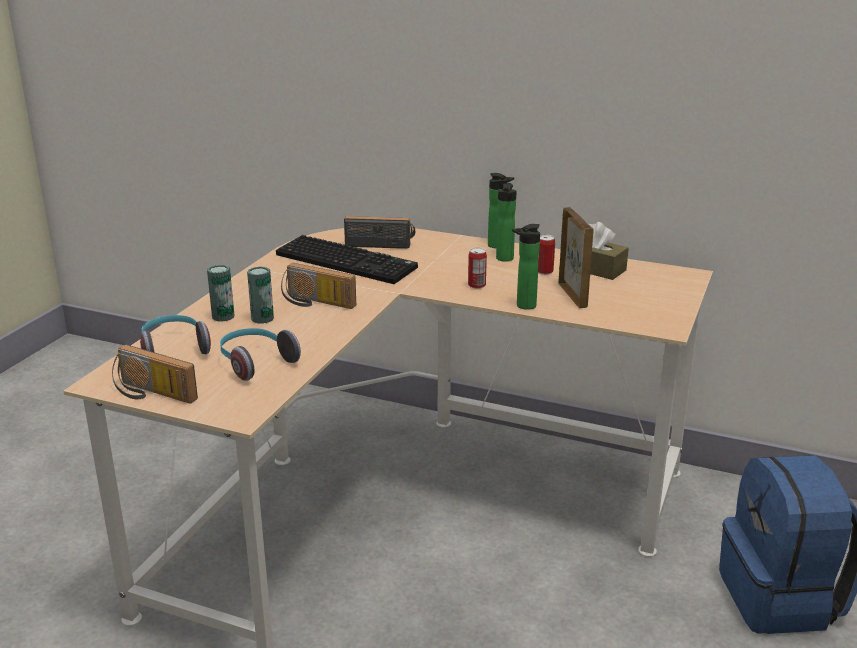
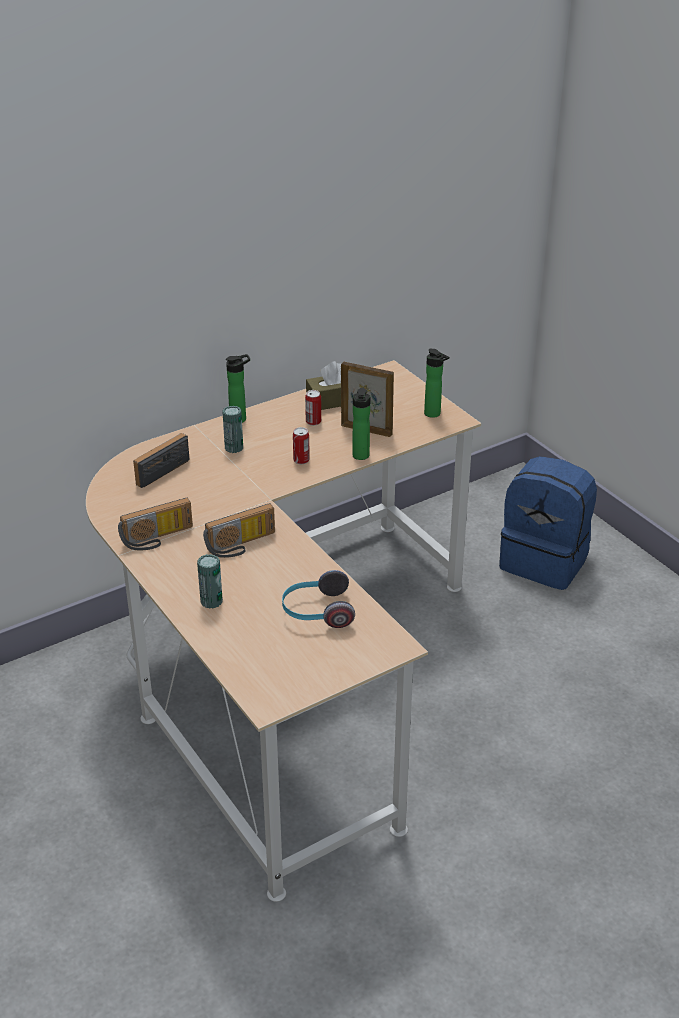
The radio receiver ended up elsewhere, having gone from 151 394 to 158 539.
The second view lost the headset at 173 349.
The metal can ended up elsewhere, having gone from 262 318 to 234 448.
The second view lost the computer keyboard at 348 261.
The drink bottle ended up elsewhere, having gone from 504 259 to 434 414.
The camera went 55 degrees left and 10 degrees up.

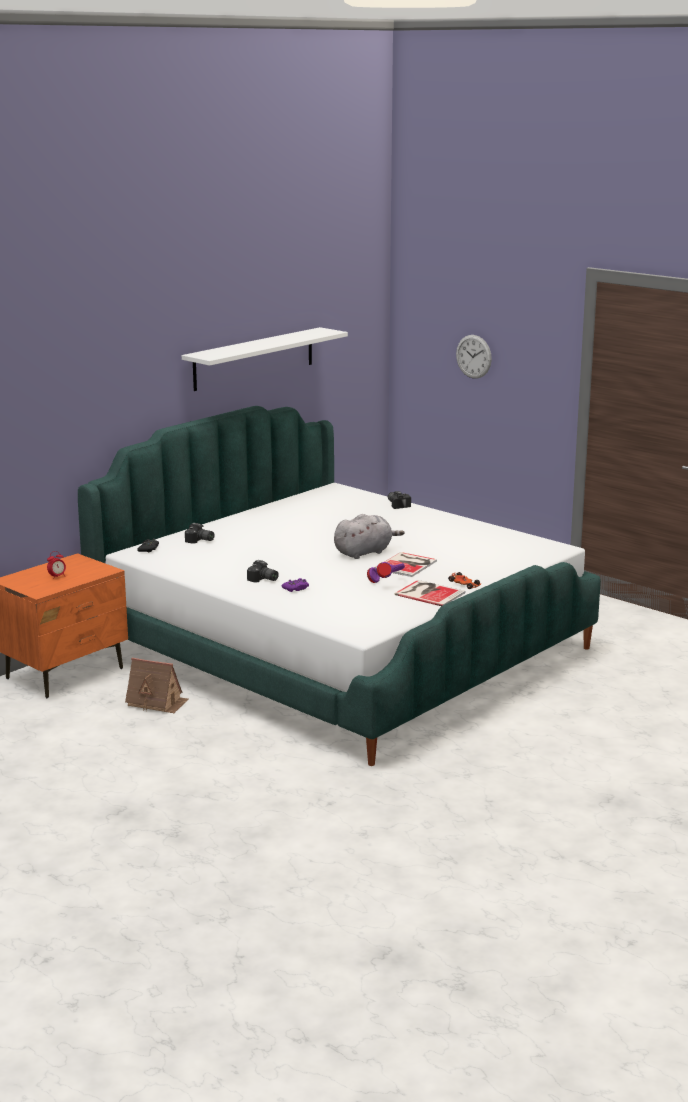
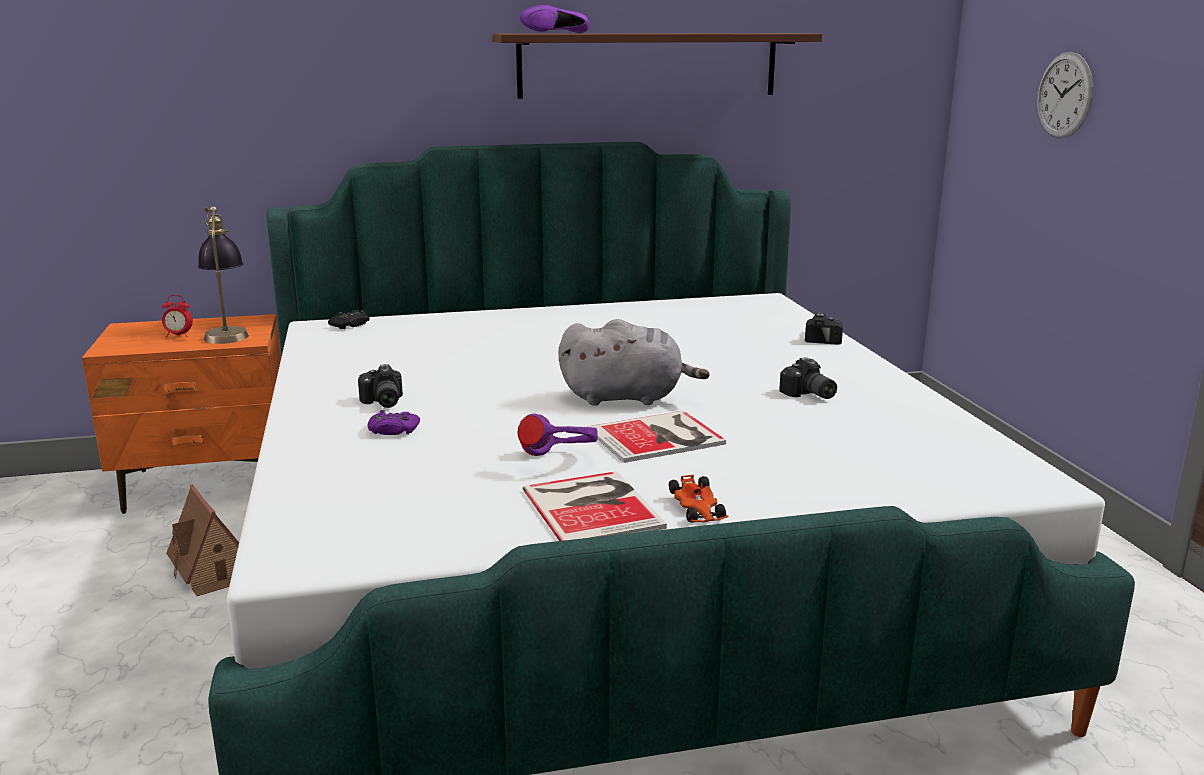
What was the shelf (whitish) at 254 358 turned into the shelf (brown-coloured) at 648 65.
The photo camera ended up elsewhere, having gone from 199 541 to 808 395.
The second view gained the tabletop lamp at 227 332.
The second view gained the low shoe (purplish) at 556 33.
The camera went 35 degrees right and 0 degrees up.

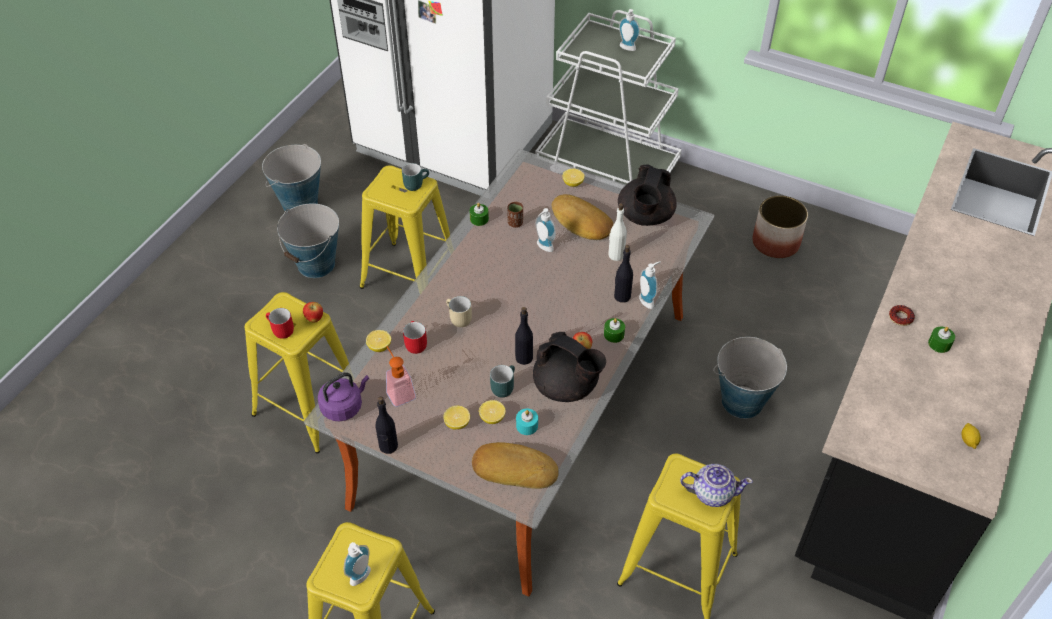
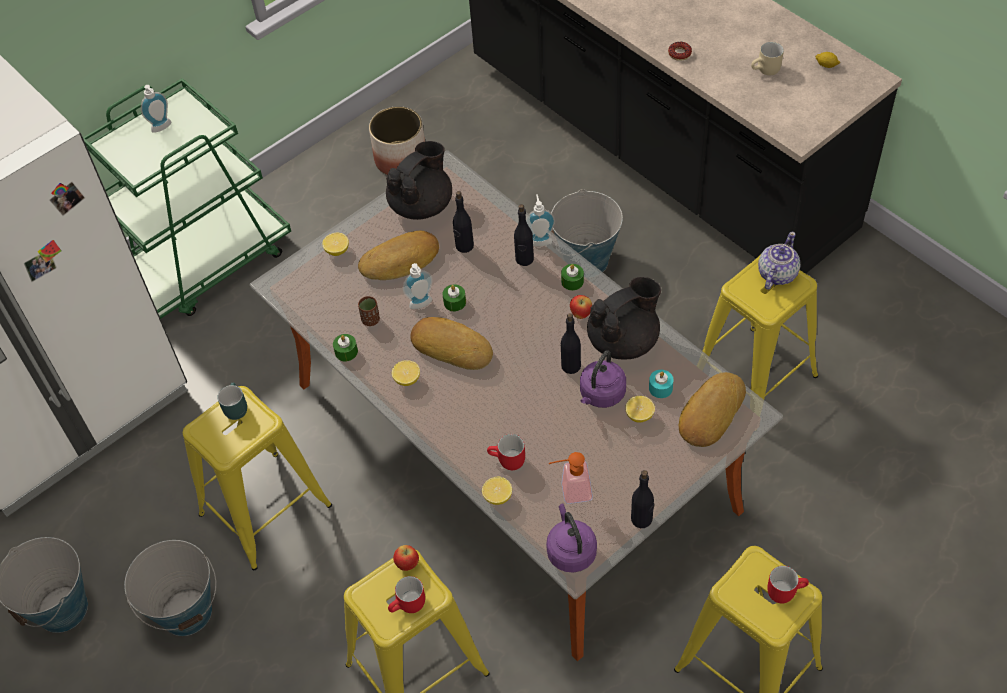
Where the soap bottle stood at 362 578, the coffee mug (reddish) came to stand at 784 590.
The citrus fruit ended up elsewhere, having gone from 457 423 to 407 379.
The coffee mug (beige) ended up elsewhere, having gone from 457 319 to 766 71.
Where the coffee mug (turquoise) stood at 502 386, the water kettle (purplish) came to stand at 601 395.
What was the cart (whitish) at 607 168 turned into the cart (green) at 206 262.
What was the drink bottle (whitish) at 616 255 turned into the drink bottle (black-coloured) at 464 246.
The pot for tea (black-coloured) at 645 217 ended up facing another way, 90 degrees counterclockwise from before.
The wax candle (green) ended up elsewhere, having gone from 939 344 to 454 302.
The second view gained the baked bread at 452 346.
The camera went 65 degrees left and 5 degrees up.

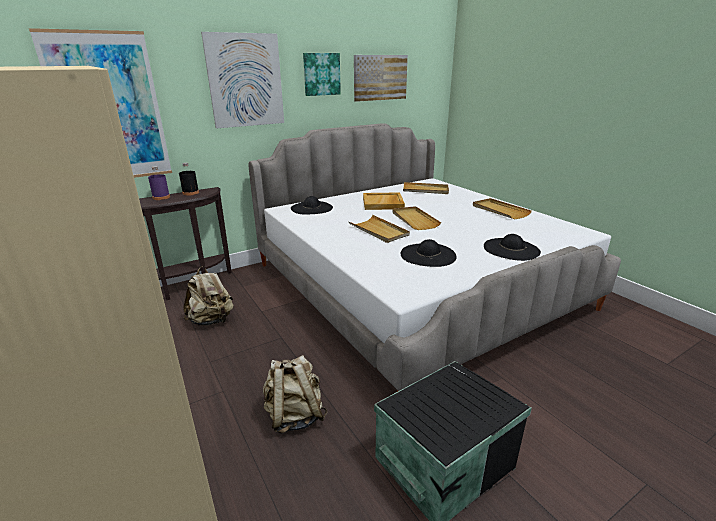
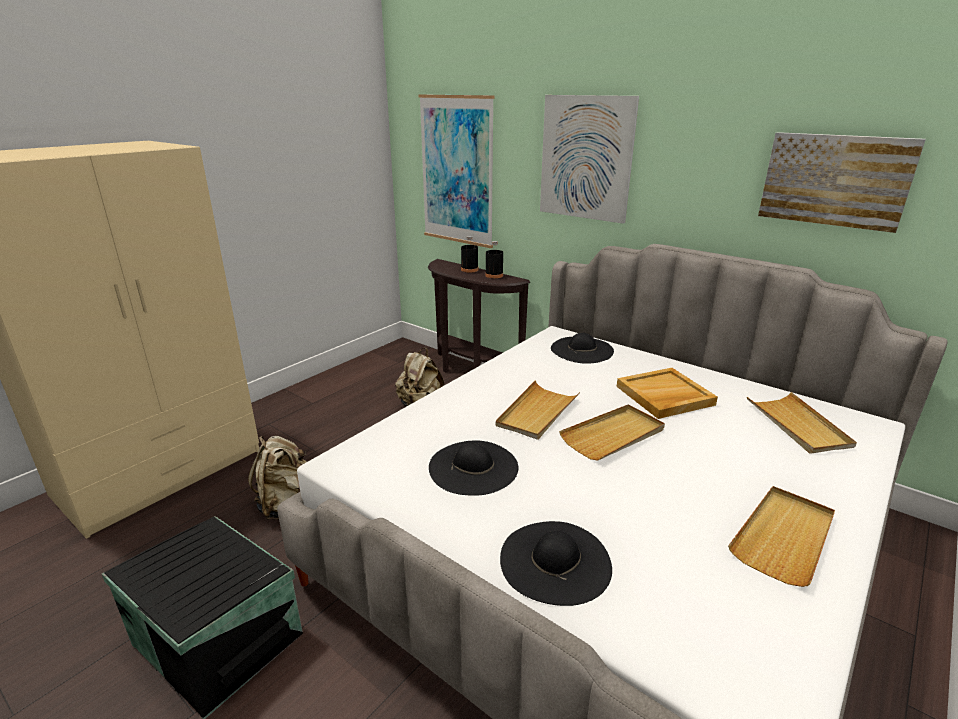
What was the drink bottle (purplish) at 161 197 turned into the drink bottle (black-coloured) at 469 269.
The second view lost the wall art at 321 74.
The camera went 70 degrees right and 0 degrees up.

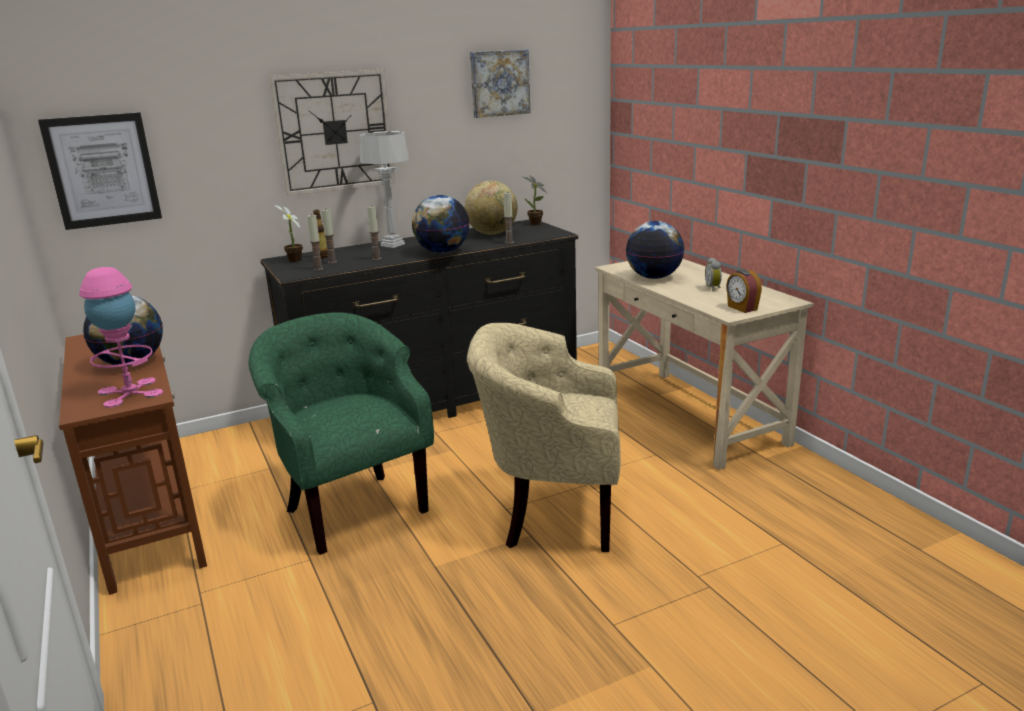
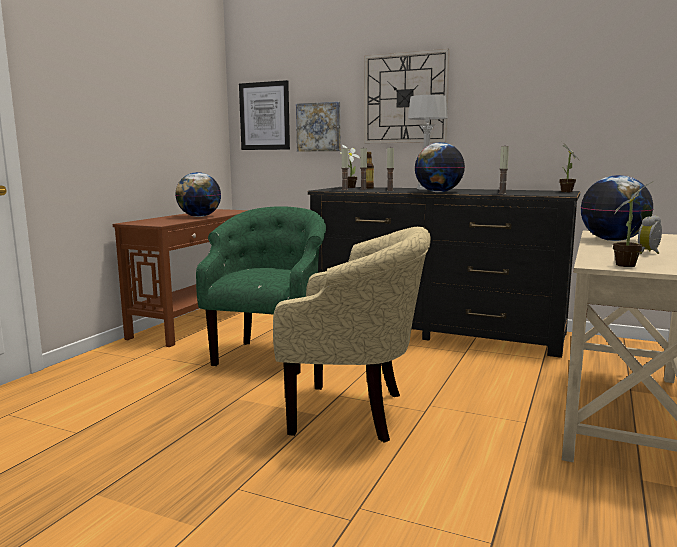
The second view lost the tabletop lamp (pinkish) at 130 392.
The second view lost the desk globe at 492 233.
The easy chair (beige) at 551 515 ended up facing another way, 135 degrees clockwise from before.
The wall art ended up elsewhere, having gone from 499 83 to 319 127.
Where the alarm clock stood at 741 308, the houseplant came to stand at 627 265.
The camera went 50 degrees right and 10 degrees down.

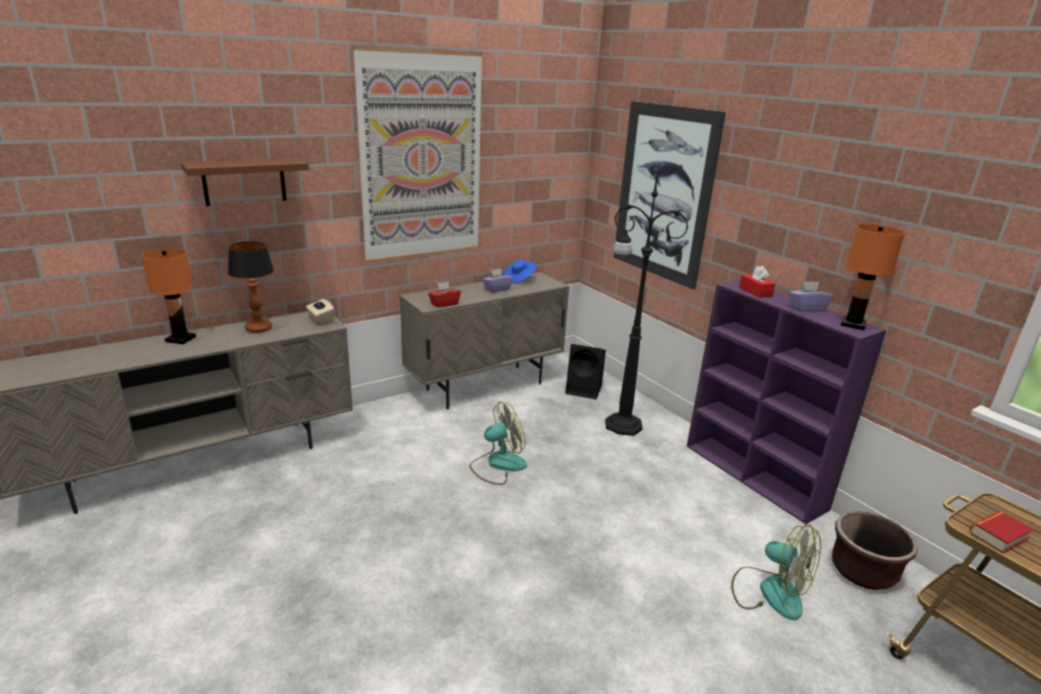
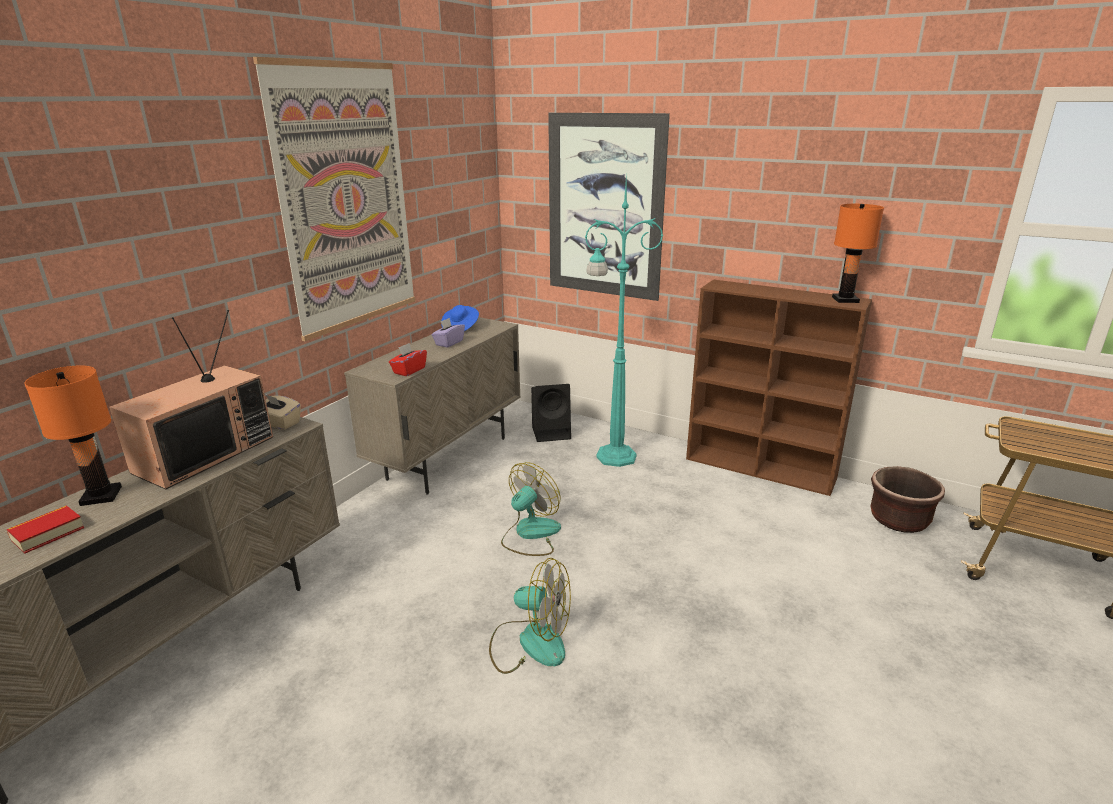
The second view lost the shelf (brown-coloured) at 244 181.
Where the tabletop lamp stood at 259 328, the TV set came to stand at 205 453.
What was the standing lamp (black-coloured) at 621 424 turned into the standing lamp (turquoise) at 614 456.
What was the shelving unit (purplish) at 754 477 turned into the shelving unit (brown-coloured) at 761 468.
The fan ended up elsewhere, having gone from 769 591 to 530 642.
The second view lost the tissue holder (reddish) at 755 292.
The second view lost the tissue holder (purplish) at 806 308.
The volume ended up elsewhere, having gone from 998 535 to 48 534.
The camera went 25 degrees left and 0 degrees up.

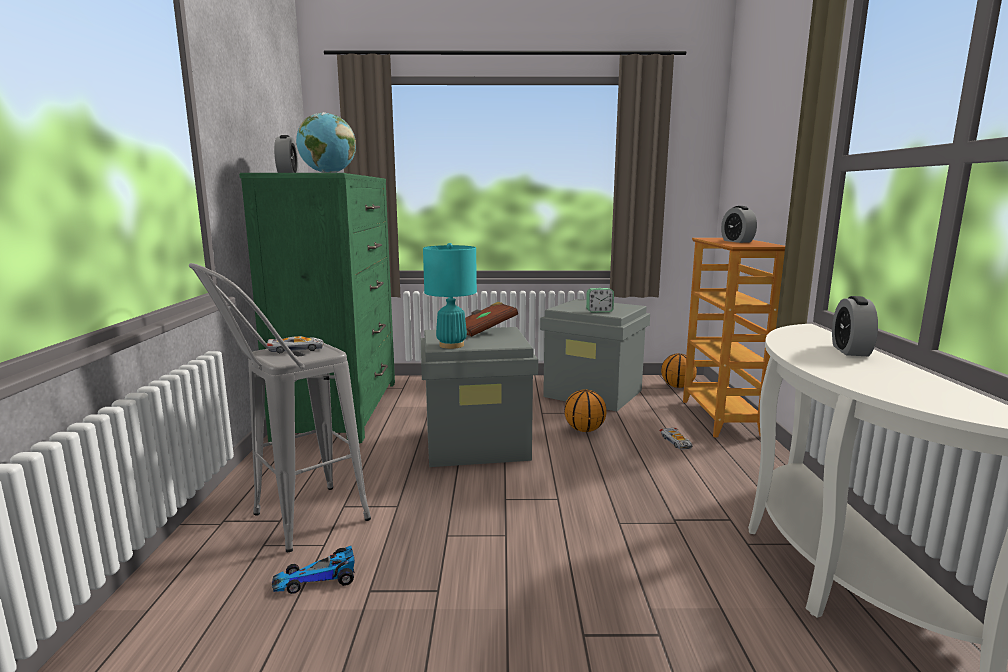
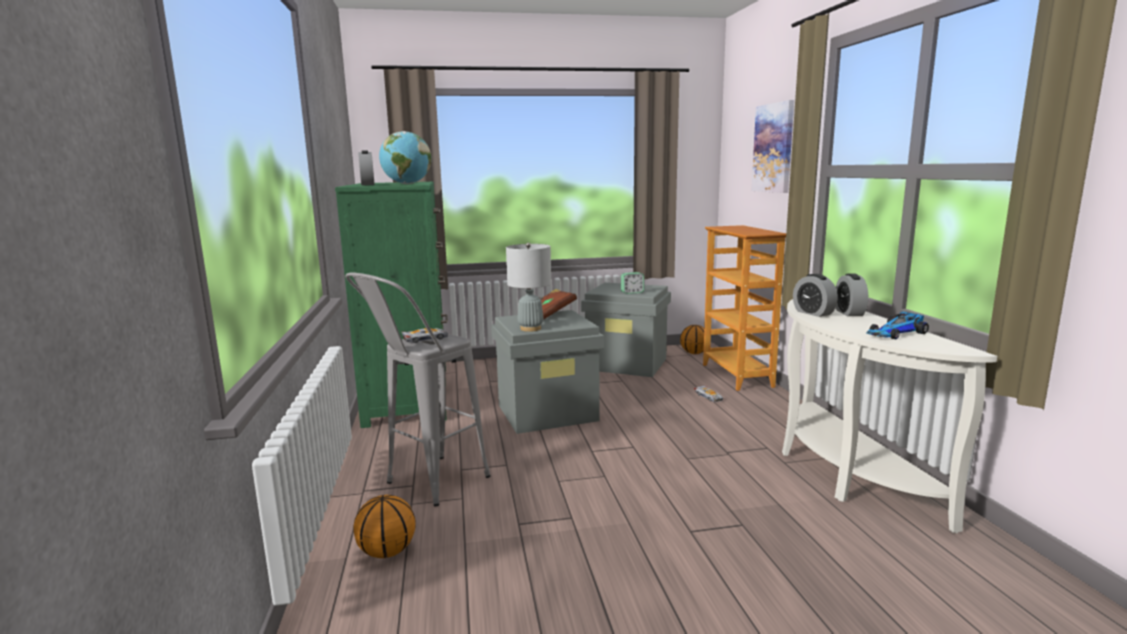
The miniature car ended up elsewhere, having gone from 318 578 to 895 333.
What was the tabletop lamp (turquoise) at 451 345 turned into the tabletop lamp (grey) at 530 328.
The basketball ended up elsewhere, having gone from 585 430 to 388 551.
The alarm clock ended up elsewhere, having gone from 737 241 to 813 313.
The second view gained the wall art at 773 148.
The camera went 10 degrees left and 0 degrees up.

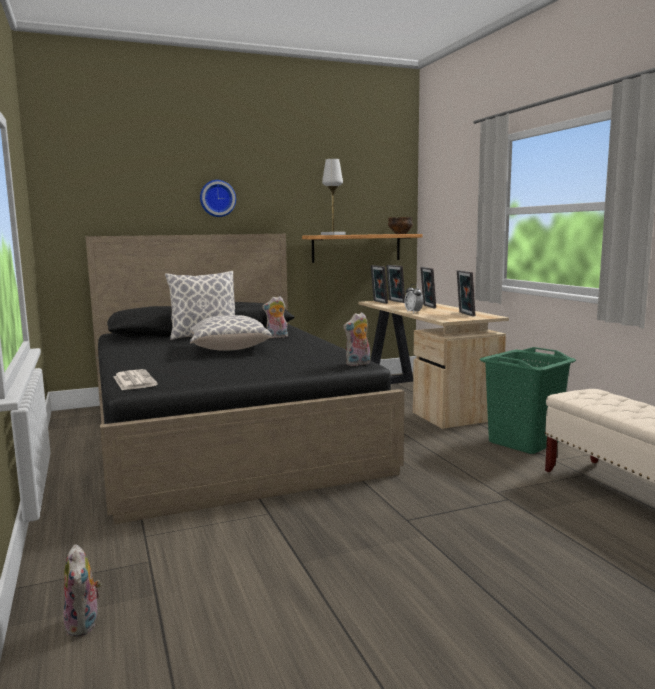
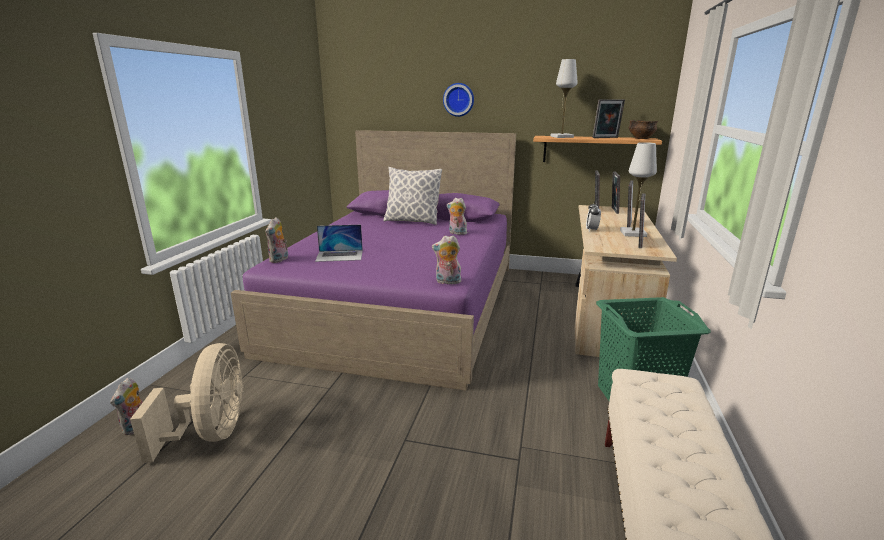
What was the bedroom bed (black-coloured) at 226 434 turned into the bedroom bed (purplish) at 403 305.
Where the printed paper stood at 133 381, the soft toy came to stand at 279 260.
The second view lost the pillow at 229 349.
The second view gained the fan (beige) at 212 433.
The second view gained the laptop at 339 255.
The second view gained the picture frame at 606 138.
The second view gained the tabletop lamp (whitish) at 633 233.
The camera went 35 degrees right and 10 degrees up.

